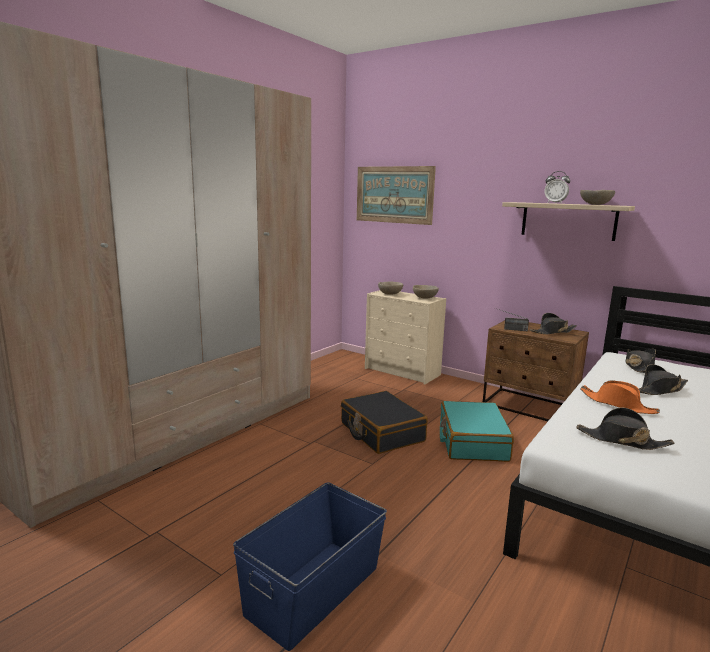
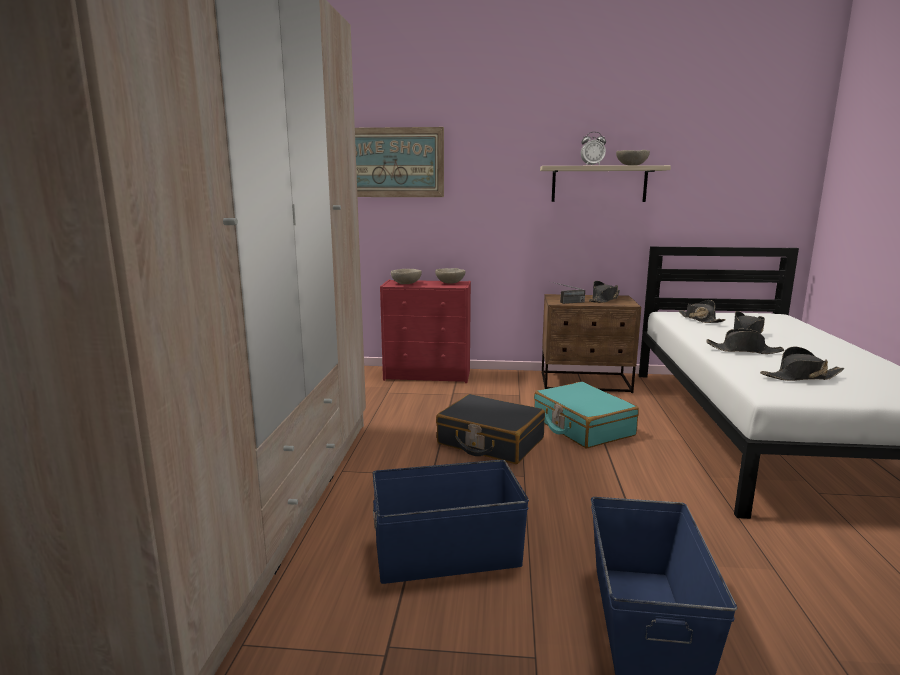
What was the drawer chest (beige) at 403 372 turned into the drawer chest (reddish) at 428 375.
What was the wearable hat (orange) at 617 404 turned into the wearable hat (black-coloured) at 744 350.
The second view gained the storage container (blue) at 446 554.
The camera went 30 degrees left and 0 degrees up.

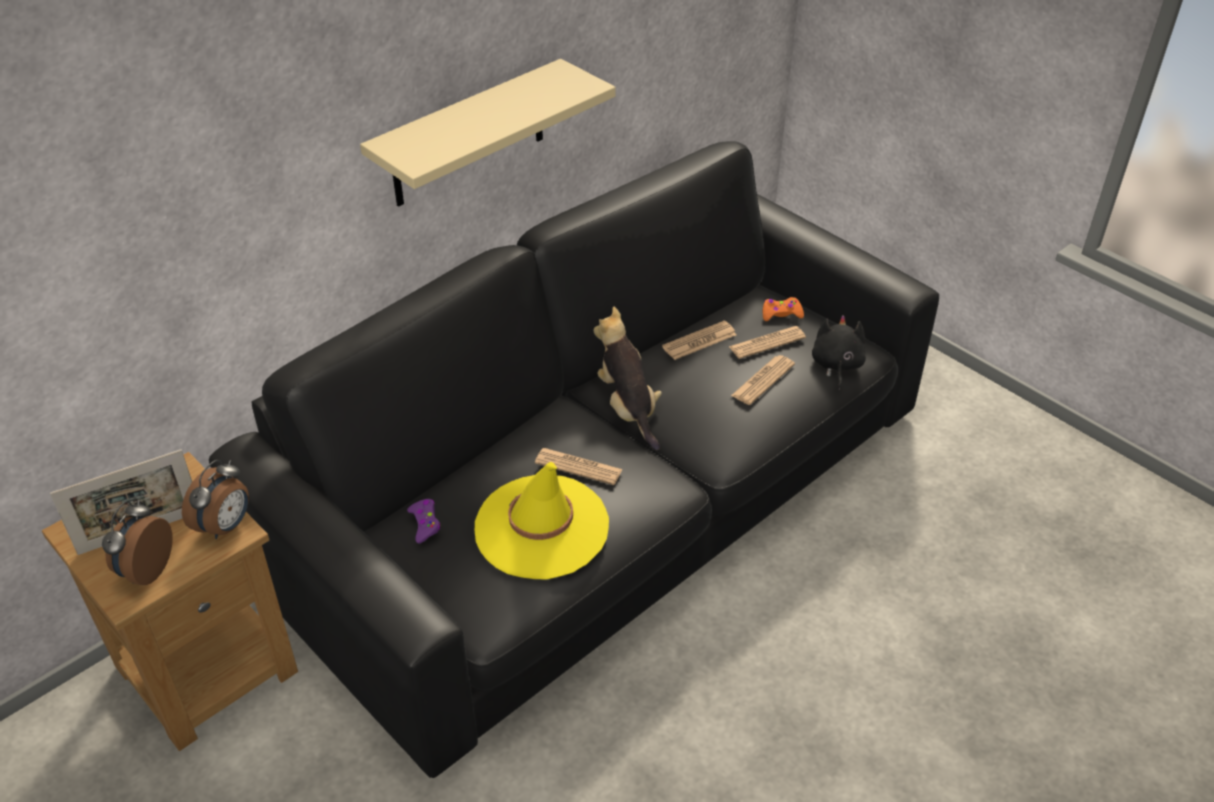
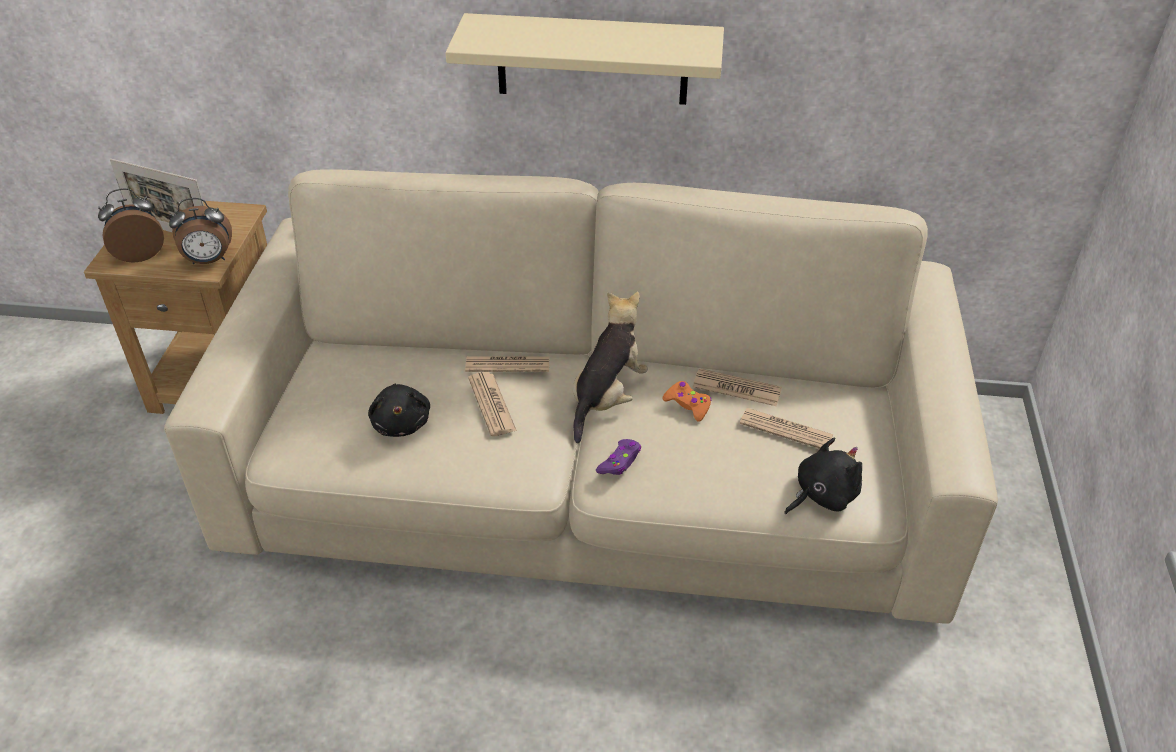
What was the settee (black-coloured) at 606 495 turned into the settee (beige) at 588 475.
The joypad (purplish) ended up elsewhere, having gone from 425 524 to 620 462.
Where the wearable hat (yellow-coloured) stood at 541 527, the soft toy (black-coloured) came to stand at 401 423.
The printed paper ended up elsewhere, having gone from 763 380 to 507 365.
The joypad (orange) ended up elsewhere, having gone from 781 314 to 688 405.
The camera went 50 degrees right and 0 degrees up.

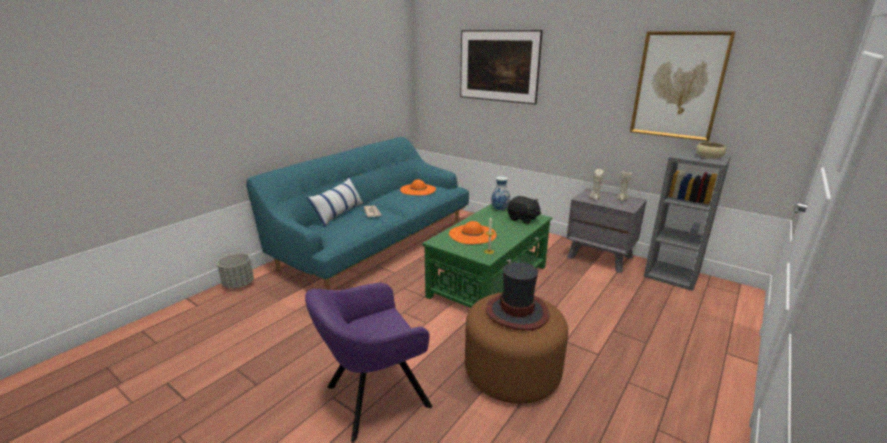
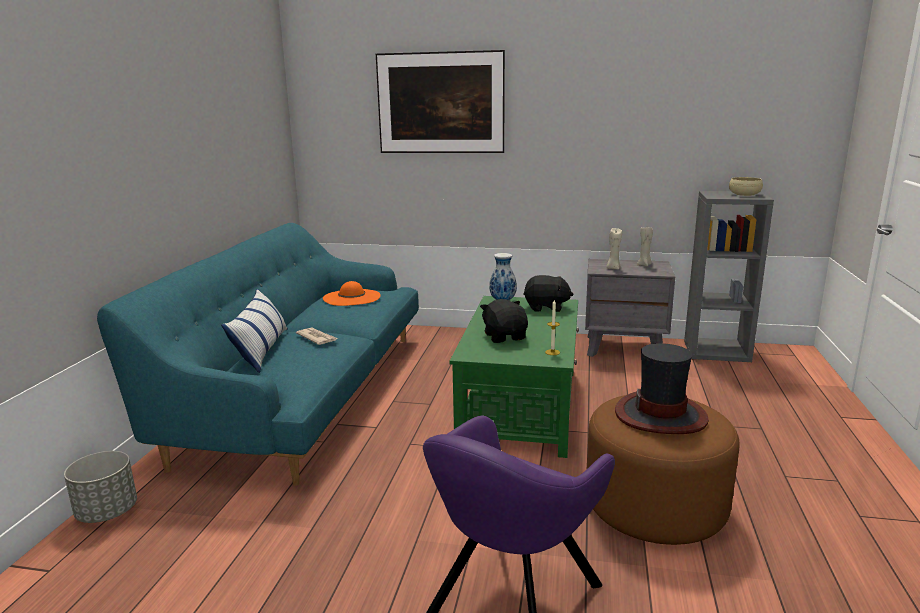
Where the wearable hat (orange) stood at 472 234, the soft toy (black-coloured) came to stand at 505 336.
The second view lost the wall art at 678 86.
The camera went 25 degrees left and 5 degrees down.

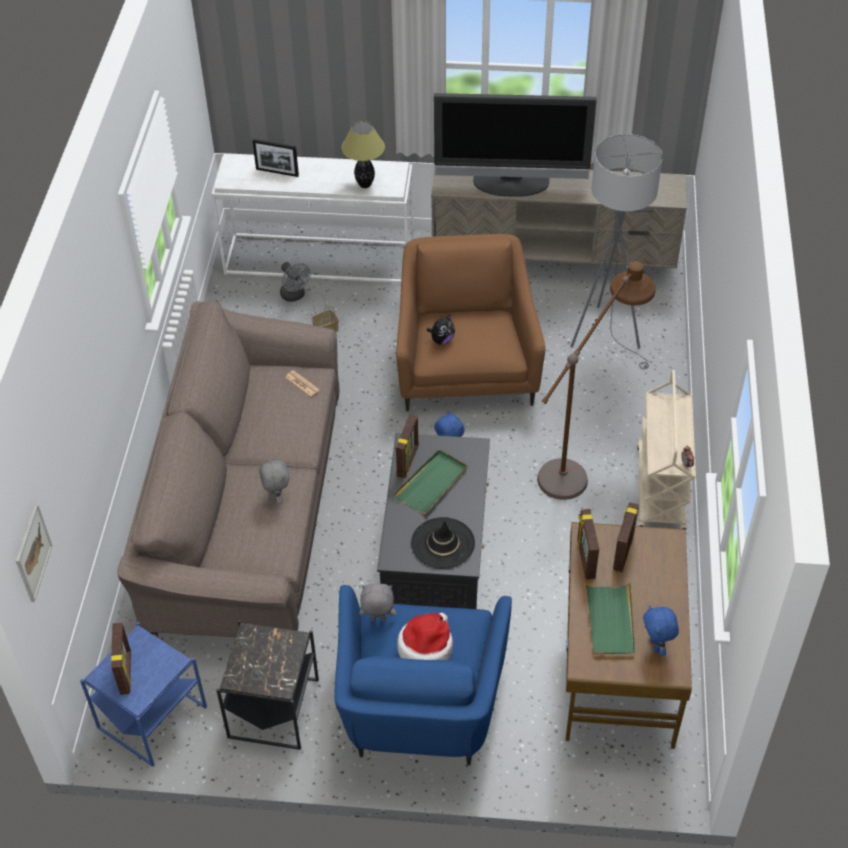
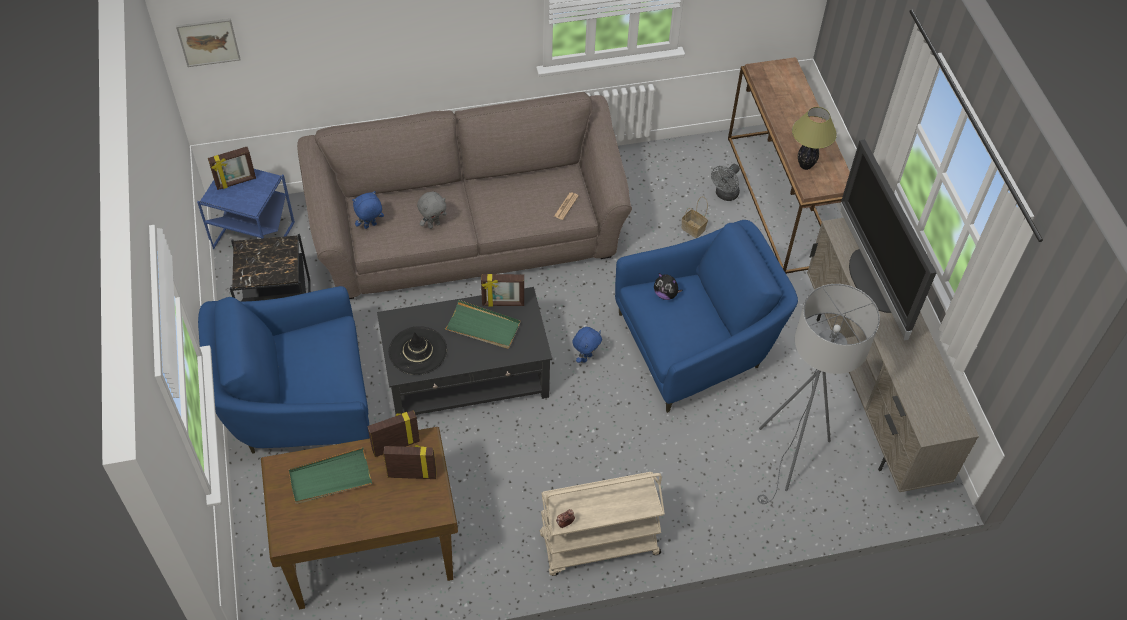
What was the hall table (whitish) at 321 258 turned into the hall table (brown-coloured) at 782 200.
The second view lost the picture frame at 277 172.
The second view lost the soft toy (grey) at 378 620.
What was the easy chair (brown-coloured) at 465 365 turned into the easy chair (blue) at 696 345.
The second view lost the wearable hat at 426 646.
The second view lost the standing lamp (brown-coloured) at 583 458.
The soft toy (blue) ended up elsewhere, having gone from 656 646 to 370 226.
The camera went 70 degrees right and 5 degrees up.

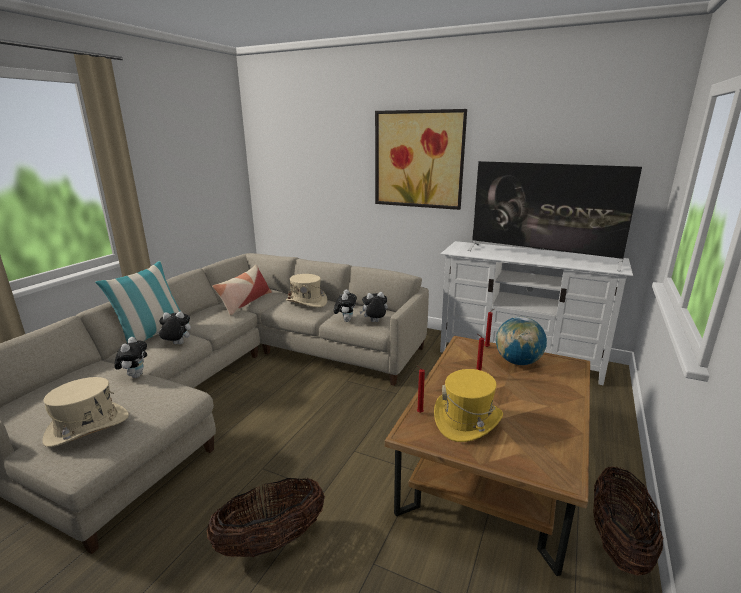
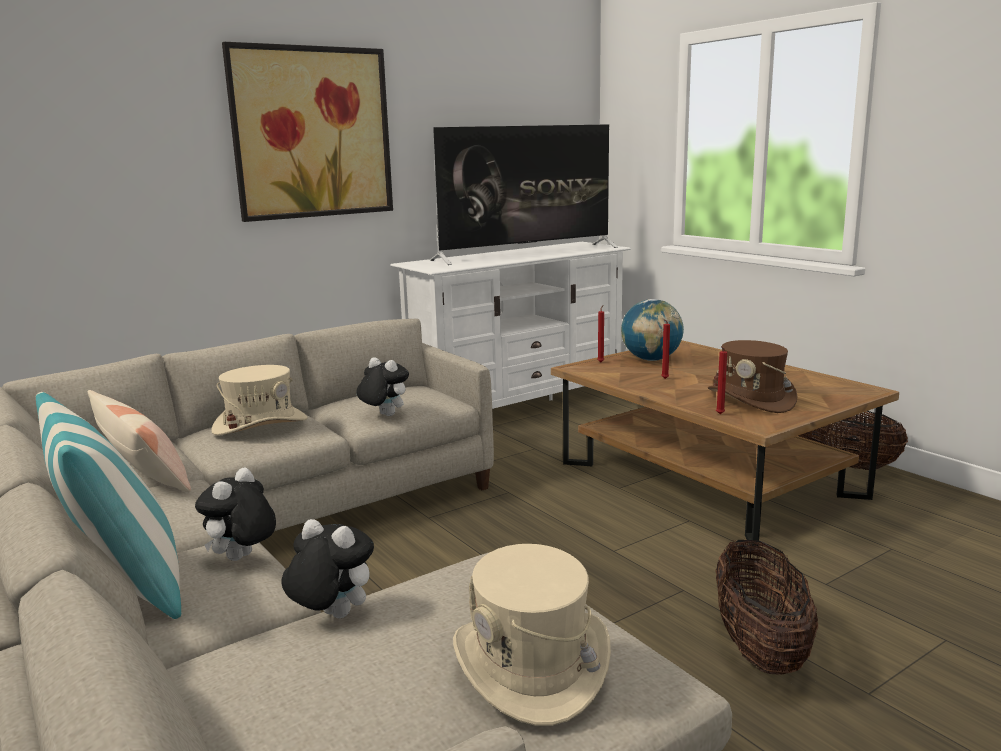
The second view lost the soft toy at 374 322.
What was the wearable hat (yellow-coloured) at 467 420 turned into the wearable hat (brown-coloured) at 751 400.
The camera went 60 degrees left and 5 degrees down.

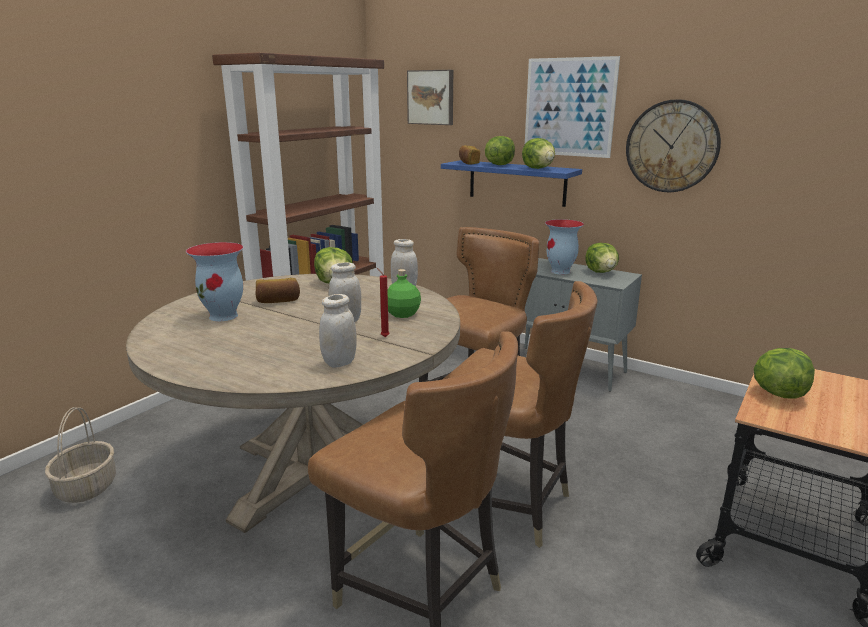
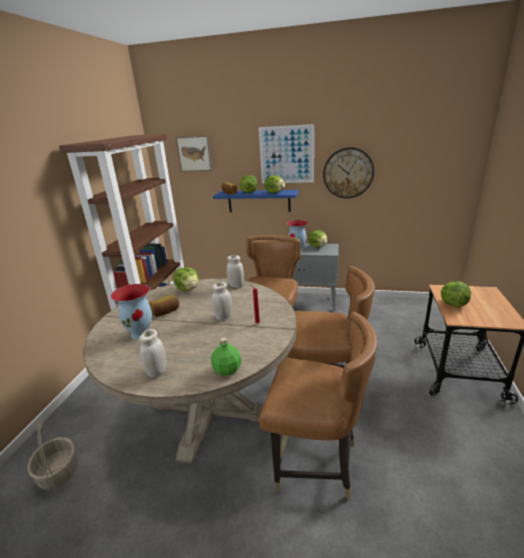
The jar (whitish) ended up elsewhere, having gone from 339 362 to 157 371.
The drink bottle (green) ended up elsewhere, having gone from 403 314 to 227 370.
The camera went 20 degrees left and 5 degrees up.

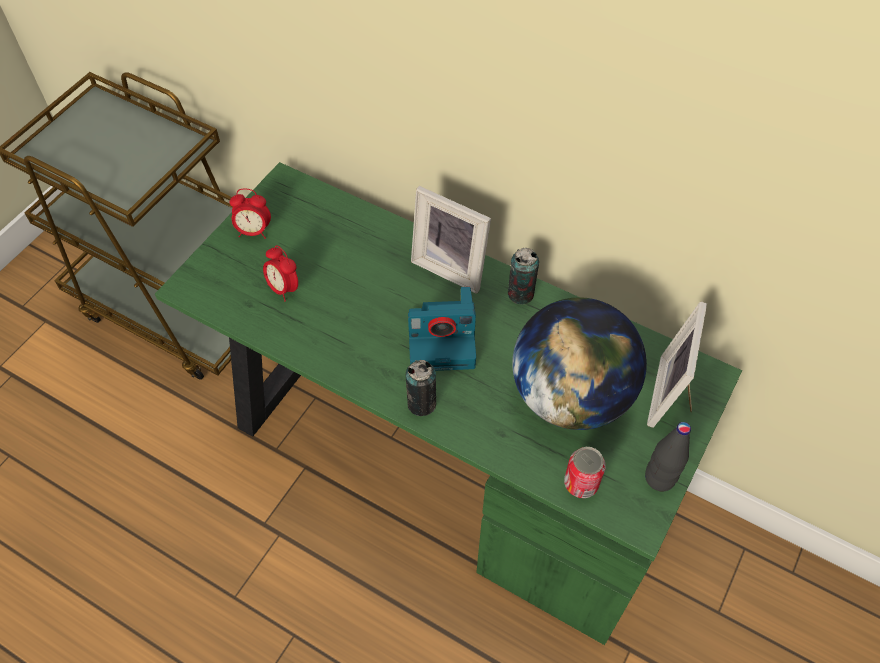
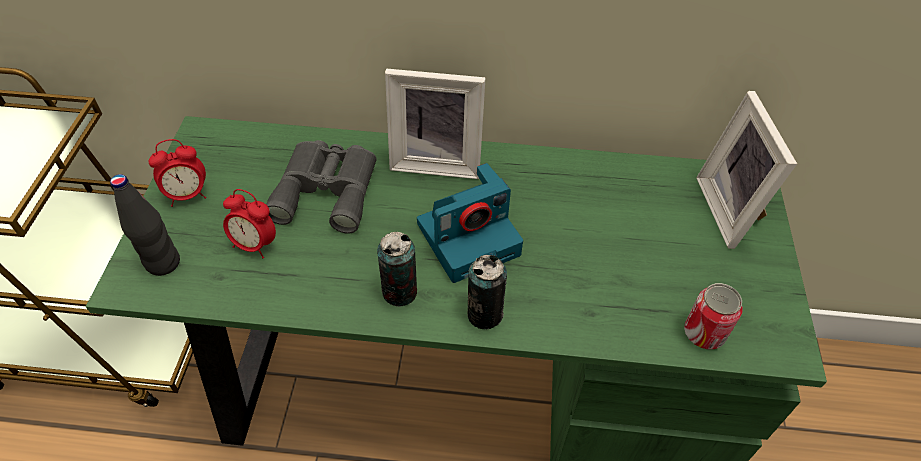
The metal can ended up elsewhere, having gone from 520 294 to 400 292.
The second view lost the desk globe at 570 396.
The drink bottle (black-coloured) ended up elsewhere, having gone from 659 478 to 163 263.
The second view gained the binoculars (grey) at 328 189.
The camera went 25 degrees left and 5 degrees down.

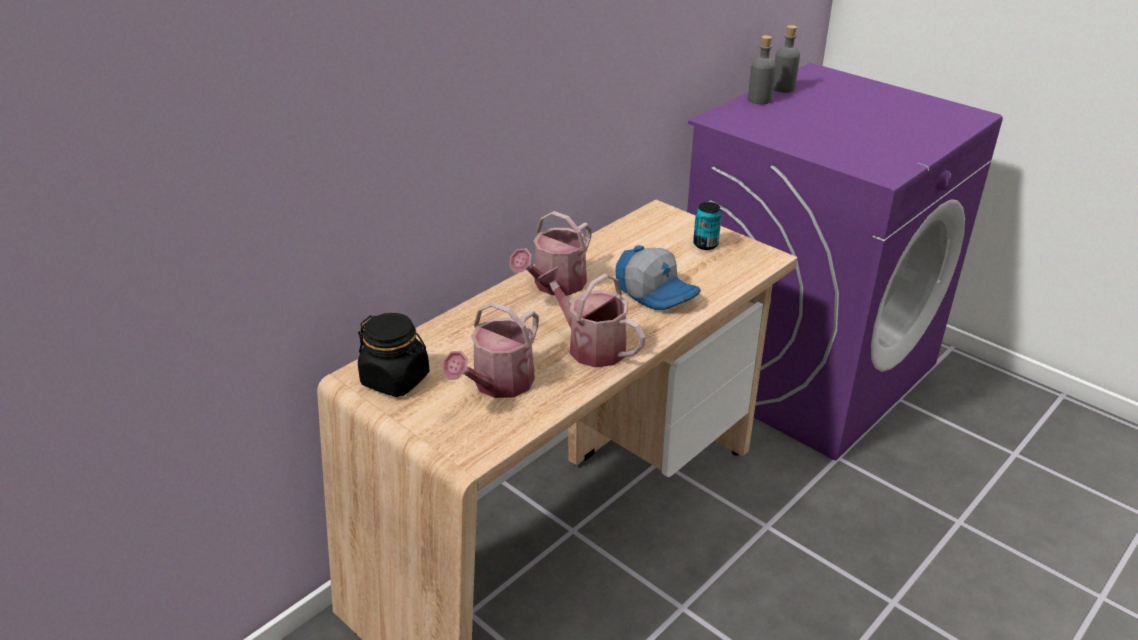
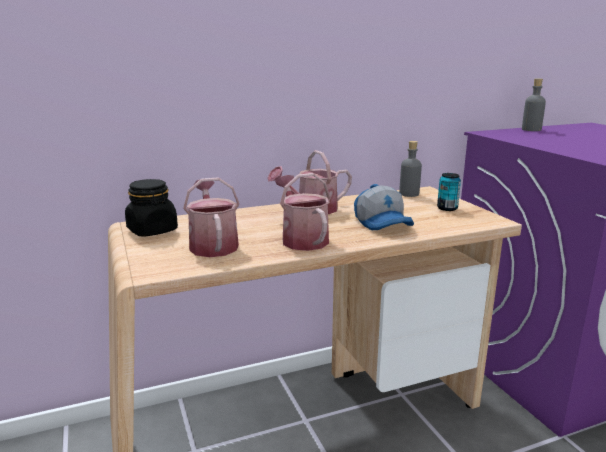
The watering can at 498 384 ended up facing another way, 105 degrees clockwise from before.
The drink bottle (grey) ended up elsewhere, having gone from 783 88 to 409 194.
The camera went 25 degrees right and 15 degrees down.

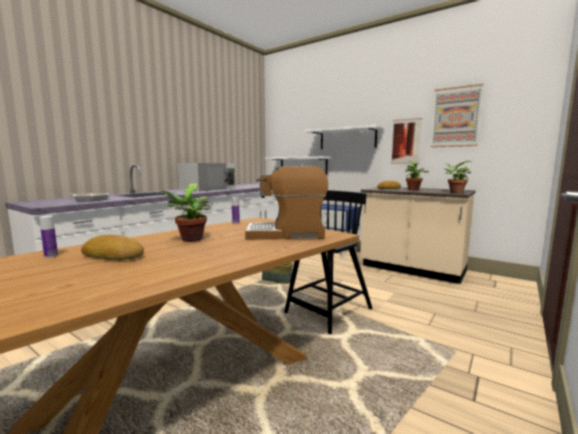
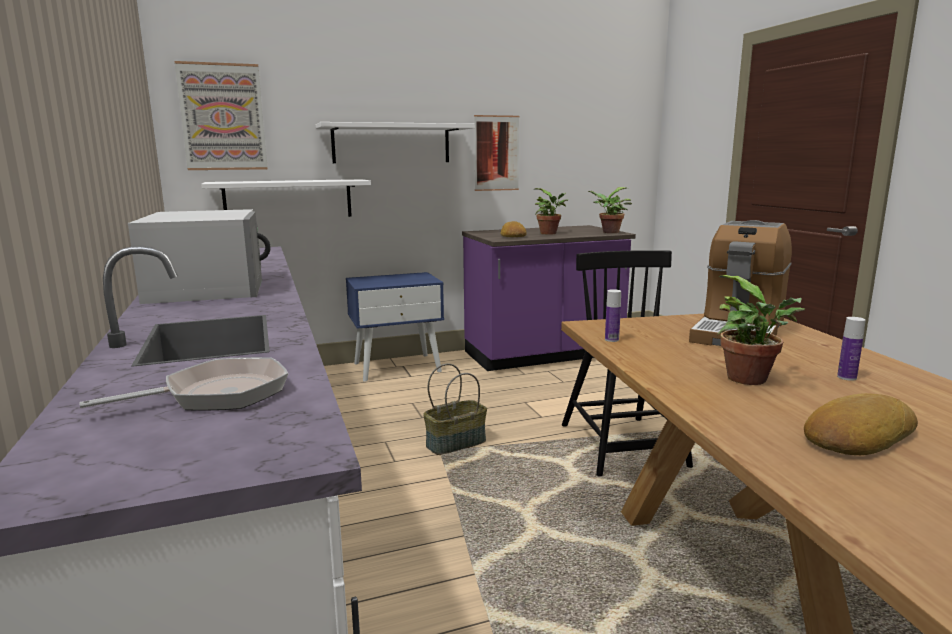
The drink bottle ended up elsewhere, having gone from 51 256 to 846 377.
What was the kitchen base unit (beige) at 411 269 turned into the kitchen base unit (purplish) at 543 355.
The wall art ended up elsewhere, having gone from 455 117 to 223 117.
The camera went 55 degrees left and 5 degrees up.

